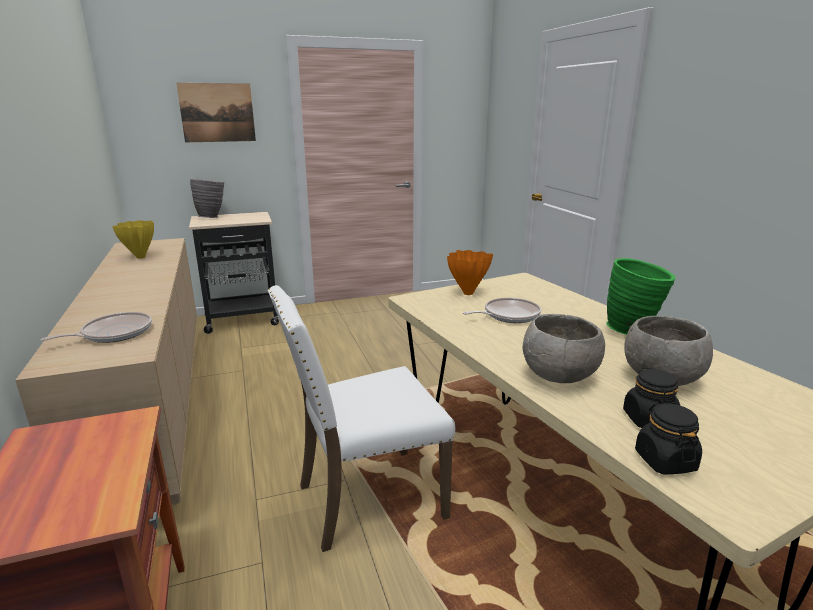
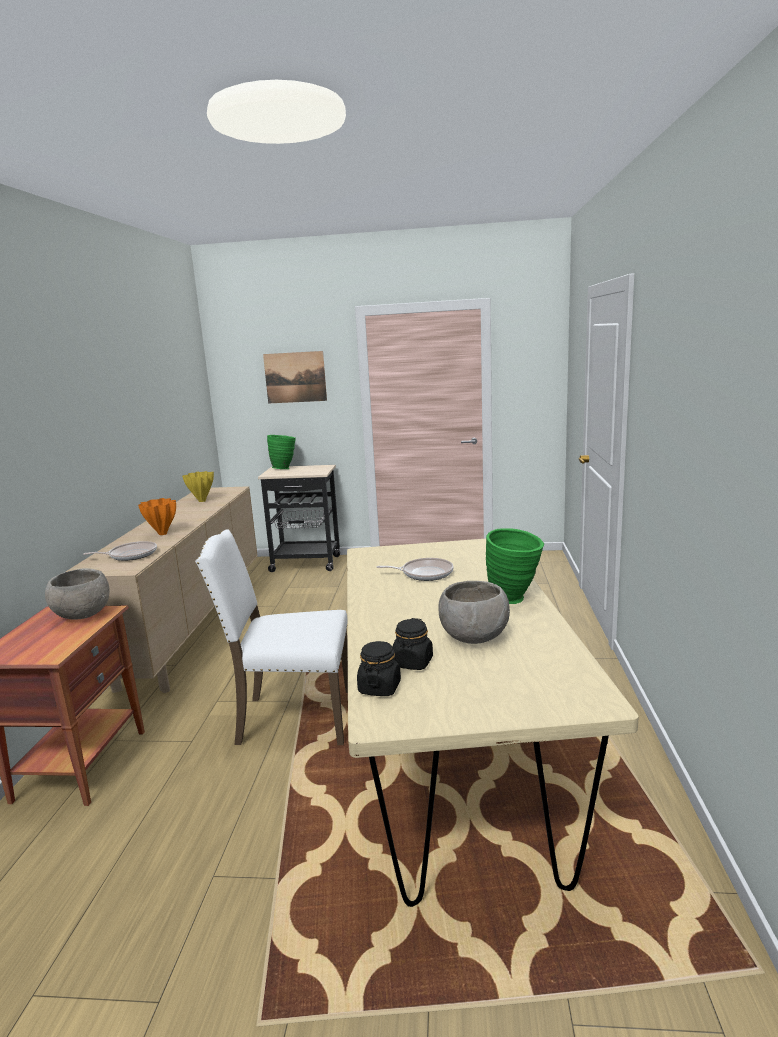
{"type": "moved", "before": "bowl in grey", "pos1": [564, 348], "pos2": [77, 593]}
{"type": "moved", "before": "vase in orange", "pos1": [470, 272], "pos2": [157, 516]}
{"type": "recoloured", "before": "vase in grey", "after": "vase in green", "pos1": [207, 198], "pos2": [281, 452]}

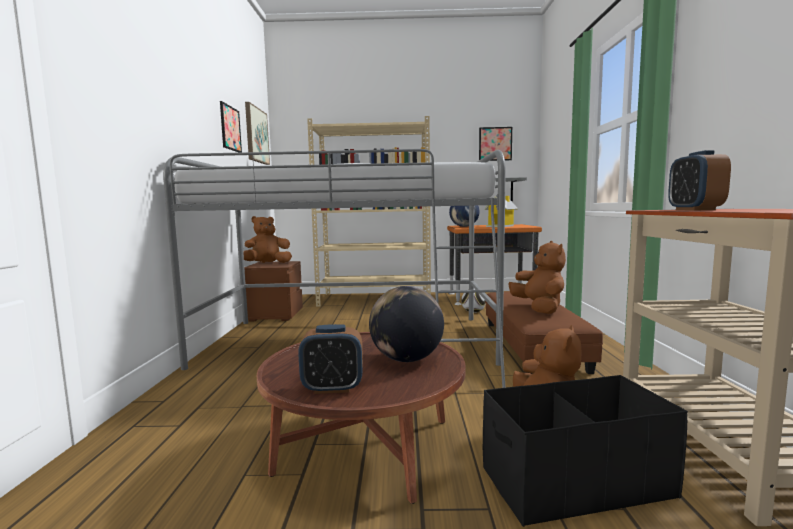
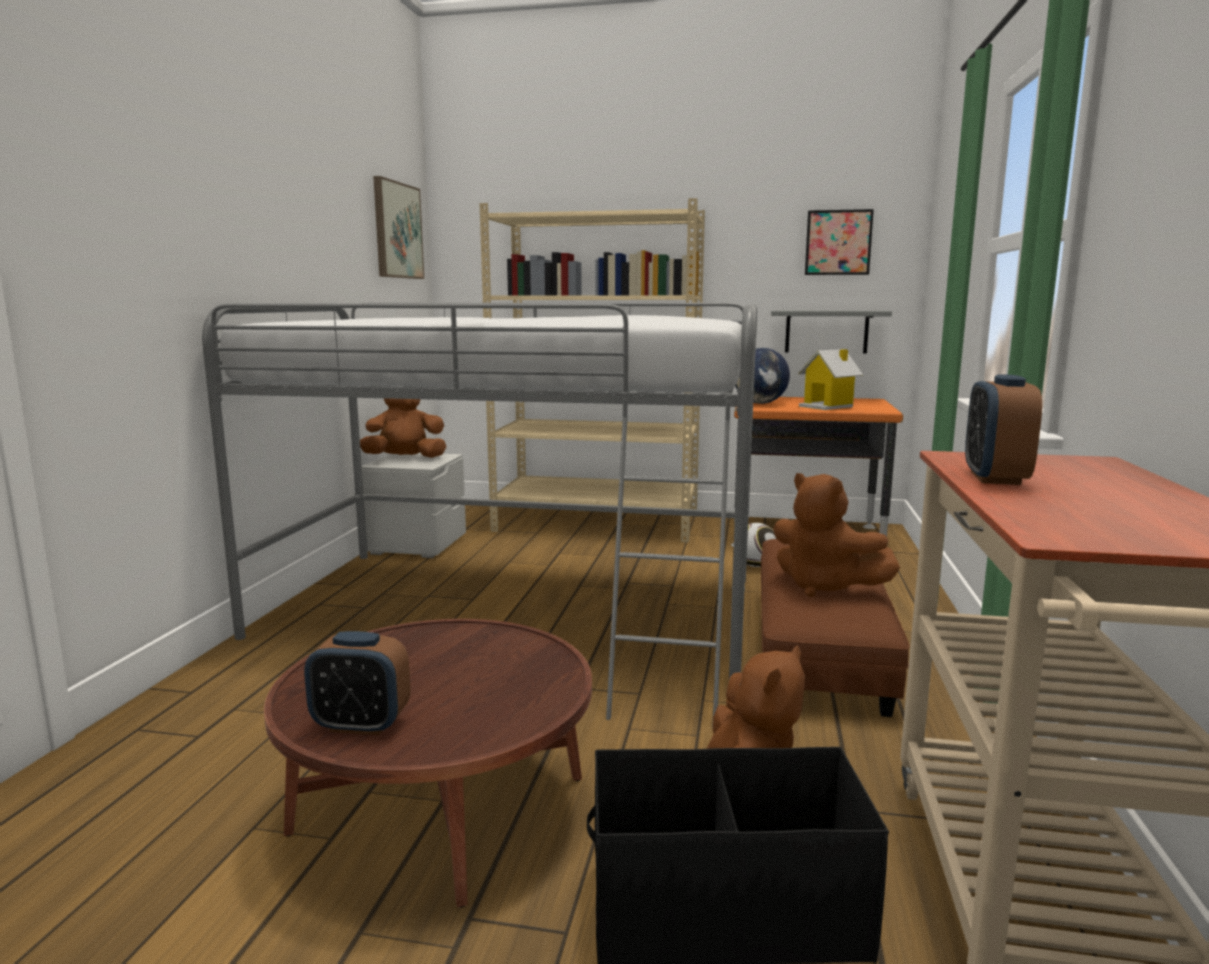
{"type": "recoloured", "before": "nightstand in brown", "after": "nightstand in white", "pos1": [273, 291], "pos2": [414, 505]}
{"type": "turned", "before": "plush toy in brown", "pos1": [537, 277], "pos2": [836, 535], "turn": 135}
{"type": "removed", "before": "picture", "pos1": [231, 127]}
{"type": "removed", "before": "globe", "pos1": [406, 324]}

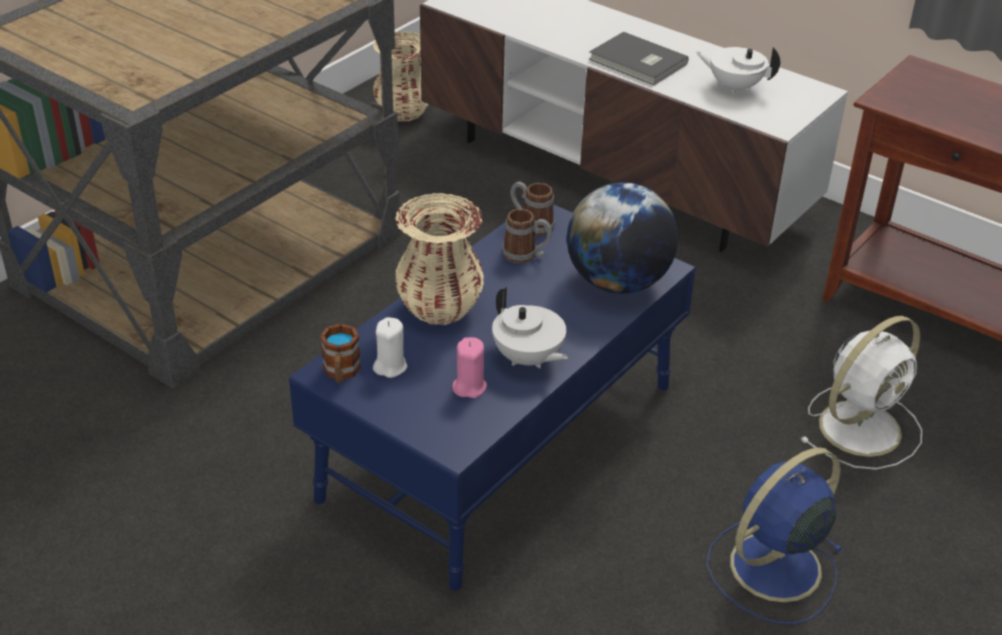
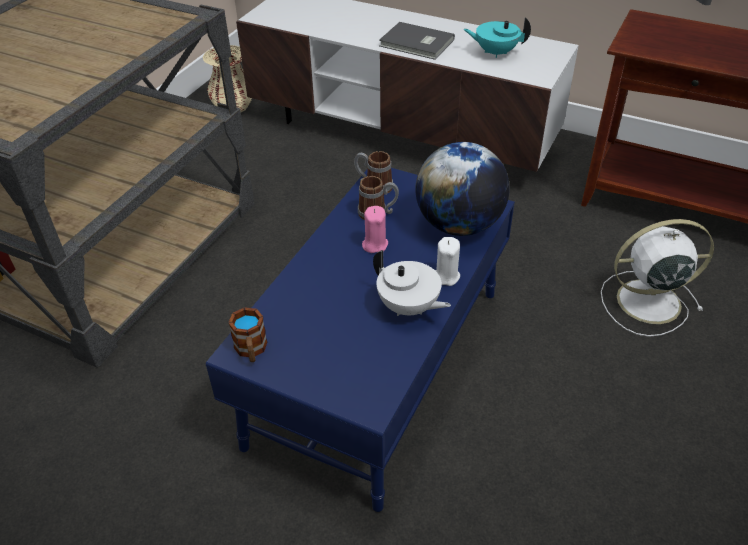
{"type": "moved", "before": "candle in pink", "pos1": [469, 367], "pos2": [375, 229]}
{"type": "moved", "before": "candle in white", "pos1": [390, 347], "pos2": [447, 261]}
{"type": "recoloured", "before": "teapot in white", "after": "teapot in turquoise", "pos1": [737, 70], "pos2": [497, 37]}
{"type": "turned", "before": "fan in white", "pos1": [861, 393], "pos2": [657, 278], "turn": -135}
{"type": "removed", "before": "vase in beige", "pos1": [439, 259]}
{"type": "removed", "before": "fan in blue", "pos1": [774, 535]}

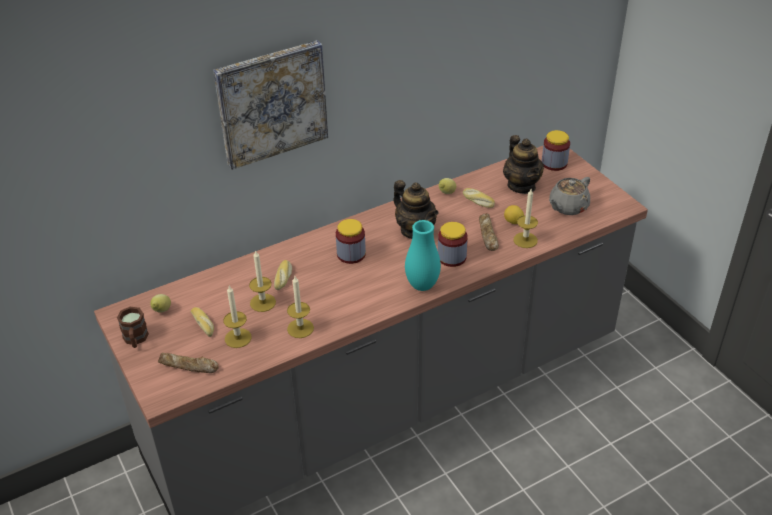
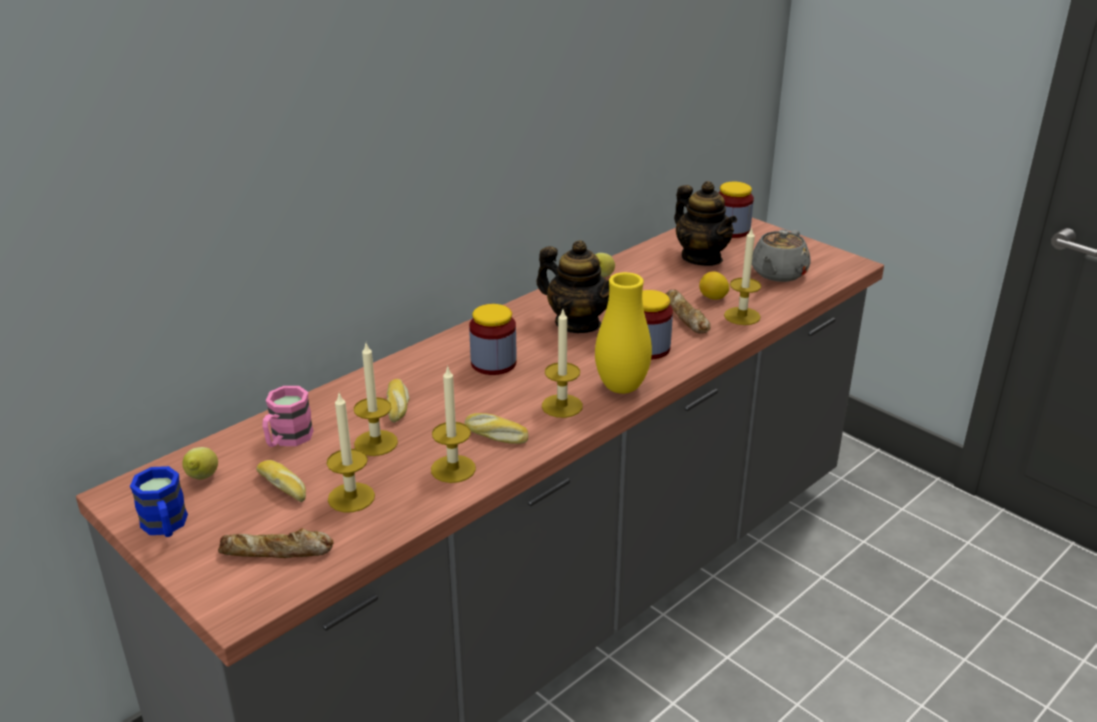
{"type": "recoloured", "before": "mug in brown", "after": "mug in blue", "pos1": [133, 327], "pos2": [159, 501]}
{"type": "added", "after": "mug in pink", "pos2": [288, 416]}
{"type": "moved", "before": "bread", "pos1": [479, 198], "pos2": [496, 428]}
{"type": "added", "after": "candle", "pos2": [562, 364]}
{"type": "recoloured", "before": "vase in turquoise", "after": "vase in yellow", "pos1": [423, 255], "pos2": [623, 333]}
{"type": "removed", "before": "picture", "pos1": [270, 105]}

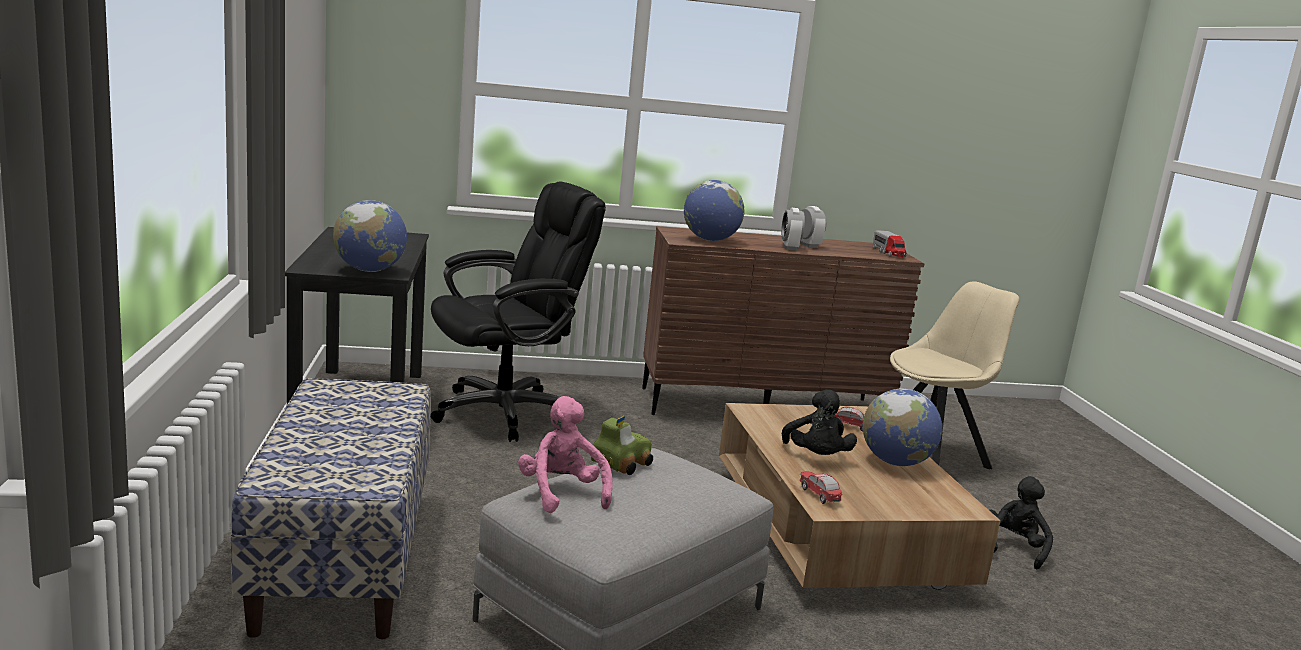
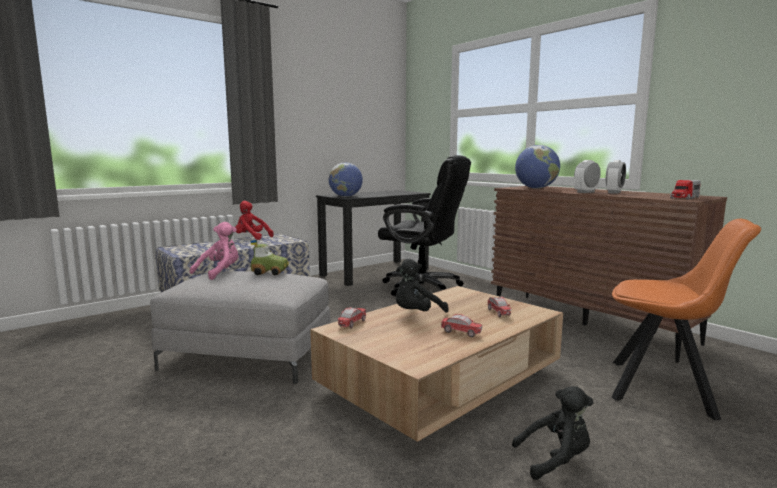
{"type": "added", "after": "plush toy in red", "pos2": [254, 220]}
{"type": "replaced", "before": "globe", "after": "toy car", "pos1": [902, 427], "pos2": [461, 325]}
{"type": "recoloured", "before": "chair in beige", "after": "chair in orange", "pos1": [954, 375], "pos2": [686, 319]}

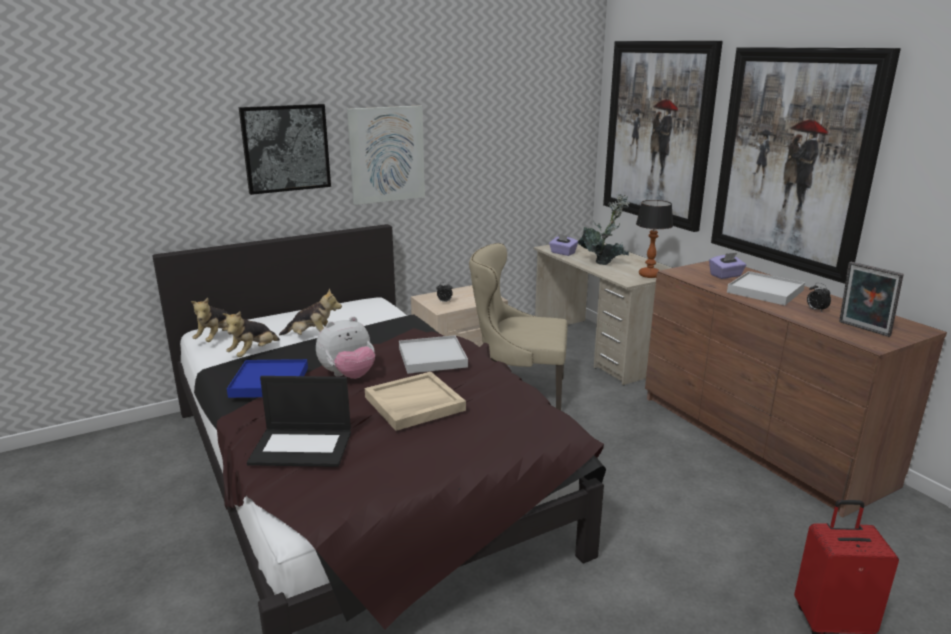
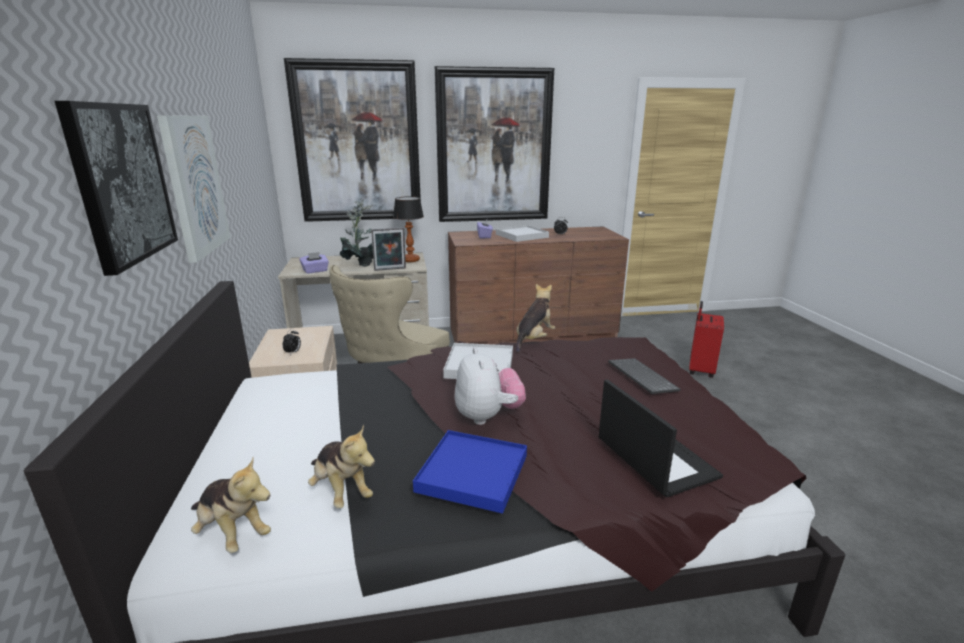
{"type": "moved", "before": "picture frame", "pos1": [871, 299], "pos2": [388, 249]}
{"type": "moved", "before": "plush toy", "pos1": [310, 311], "pos2": [535, 318]}
{"type": "turned", "before": "laptop", "pos1": [299, 421], "pos2": [661, 438], "turn": -45}
{"type": "added", "after": "keyboard", "pos2": [644, 376]}
{"type": "removed", "before": "tray in beige", "pos1": [415, 401]}

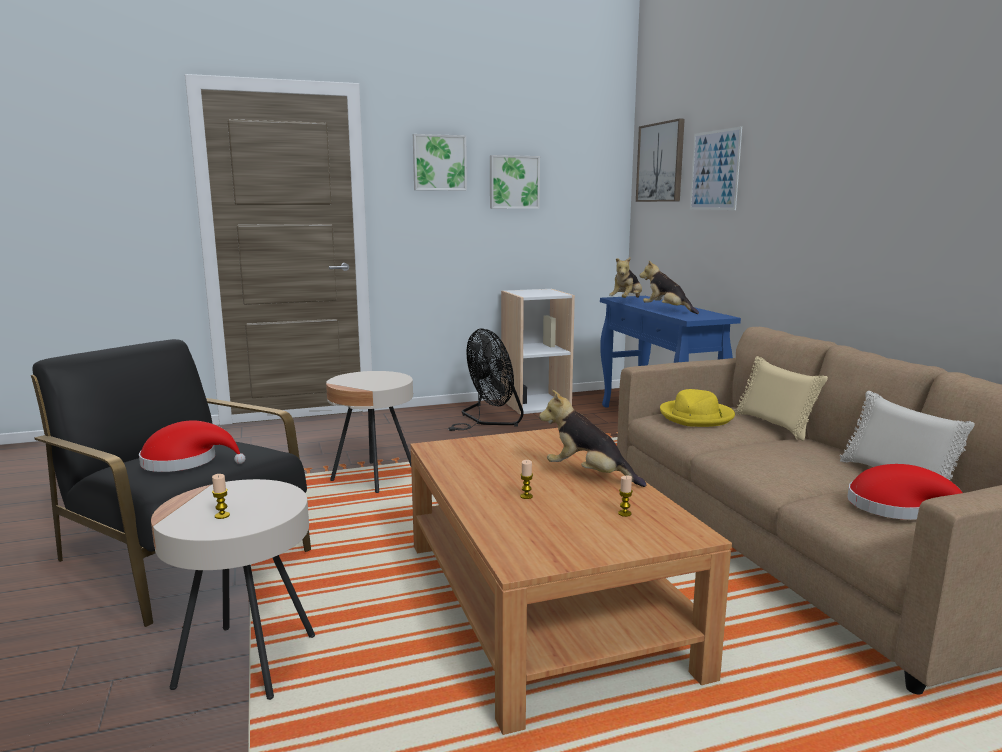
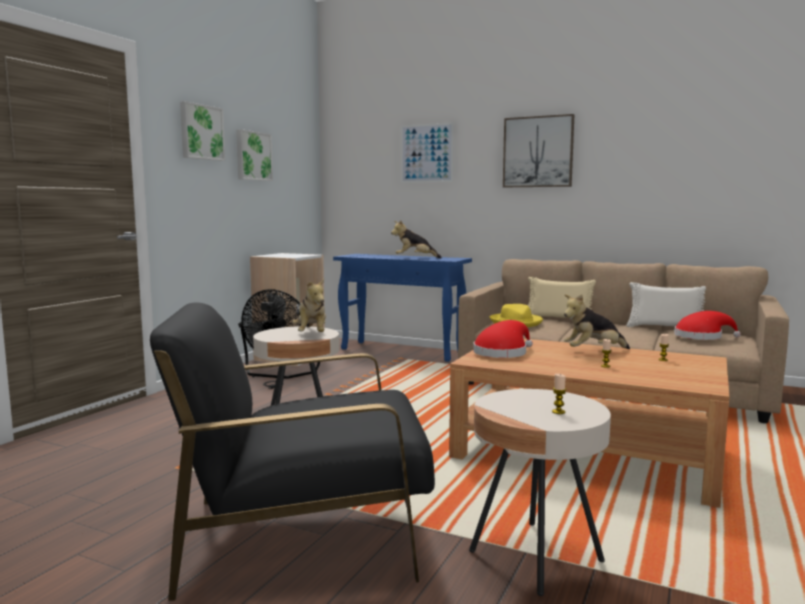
{"type": "moved", "before": "plush toy", "pos1": [625, 277], "pos2": [309, 305]}
{"type": "moved", "before": "hat in red", "pos1": [192, 446], "pos2": [503, 339]}
{"type": "moved", "before": "picture", "pos1": [660, 160], "pos2": [538, 150]}

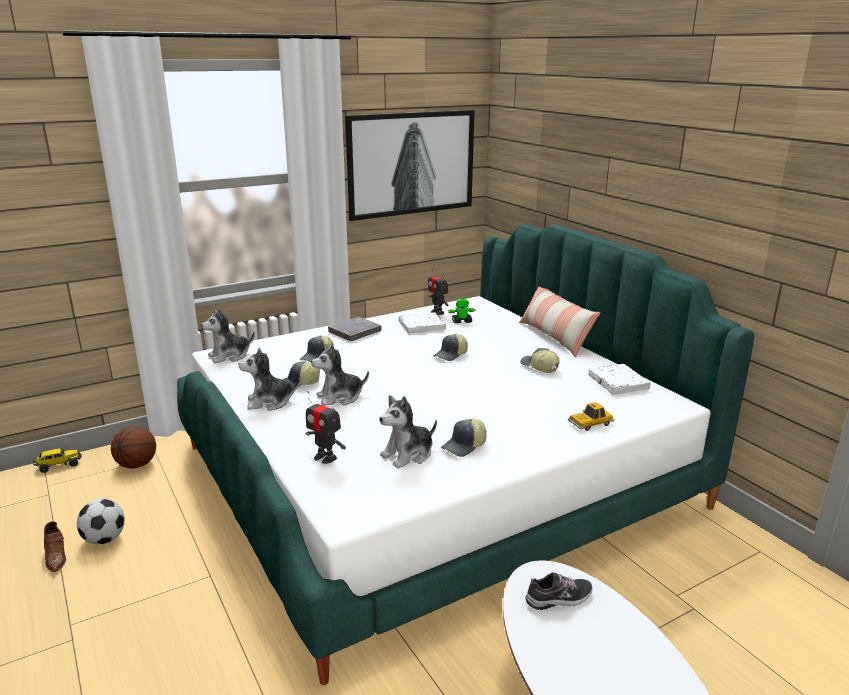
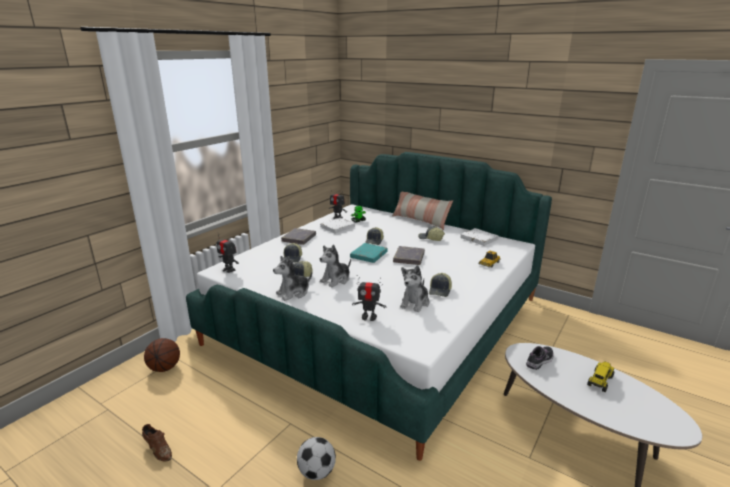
{"type": "replaced", "before": "plush toy", "after": "toy robot", "pos1": [228, 336], "pos2": [227, 252]}
{"type": "moved", "before": "football", "pos1": [101, 521], "pos2": [316, 458]}
{"type": "added", "after": "book in turquoise", "pos2": [368, 253]}
{"type": "added", "after": "book in grey", "pos2": [409, 255]}
{"type": "moved", "before": "toy truck", "pos1": [57, 460], "pos2": [600, 377]}
{"type": "removed", "before": "picture", "pos1": [410, 165]}

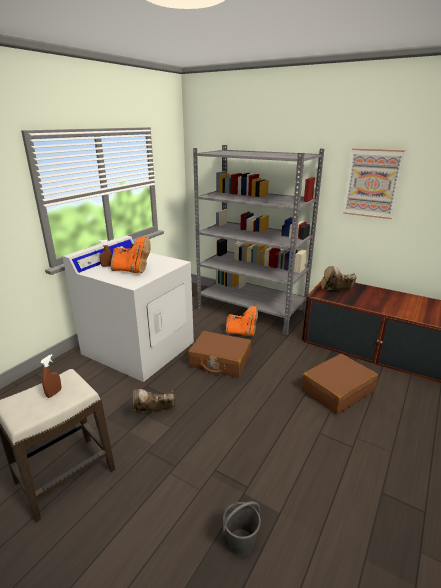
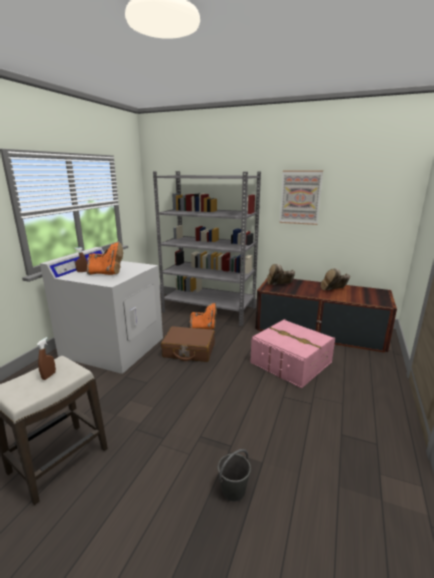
{"type": "replaced", "before": "suitcase in brown", "after": "storage box in pink", "pos1": [339, 384], "pos2": [292, 353]}
{"type": "moved", "before": "boot in brown", "pos1": [154, 401], "pos2": [335, 279]}

